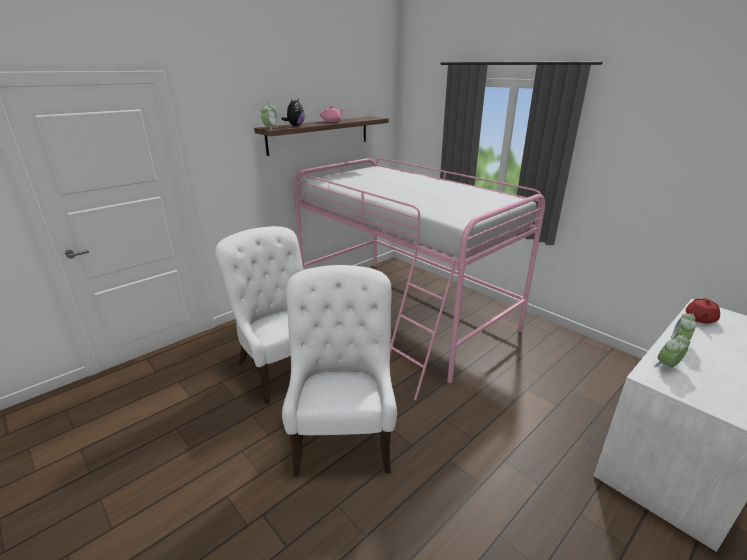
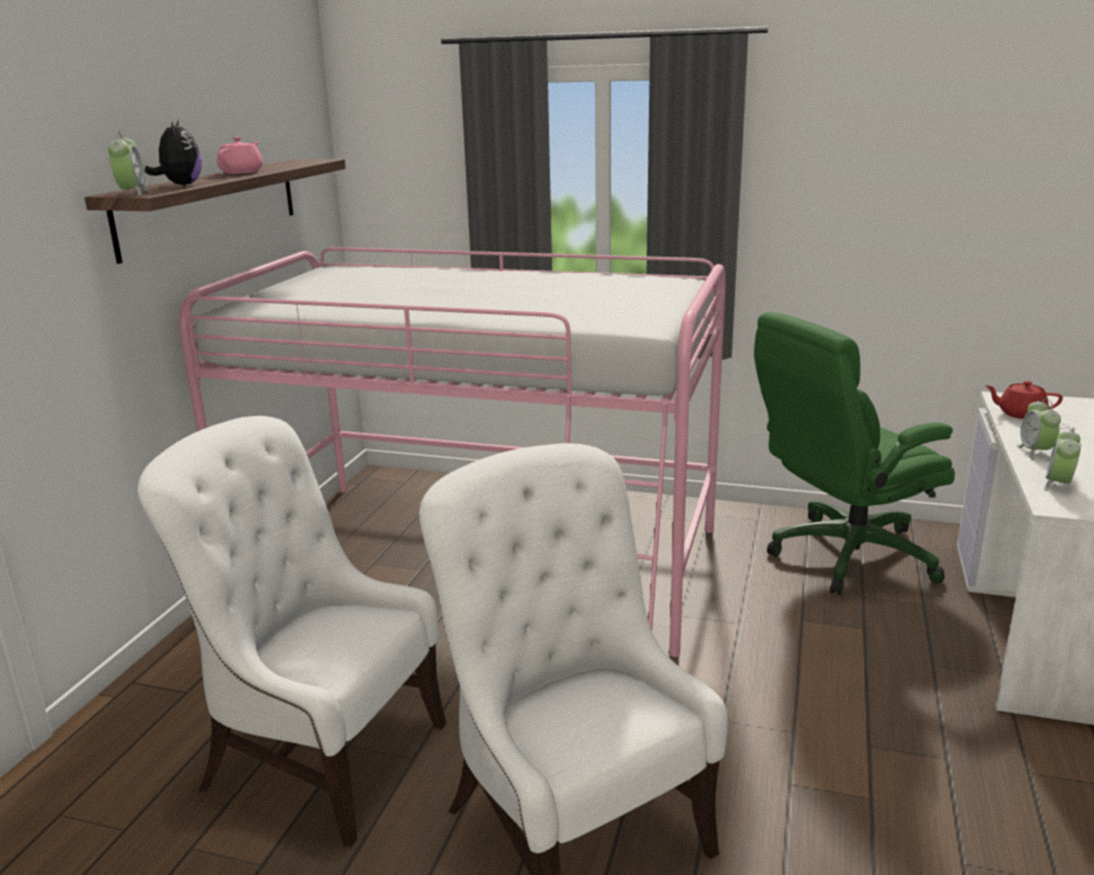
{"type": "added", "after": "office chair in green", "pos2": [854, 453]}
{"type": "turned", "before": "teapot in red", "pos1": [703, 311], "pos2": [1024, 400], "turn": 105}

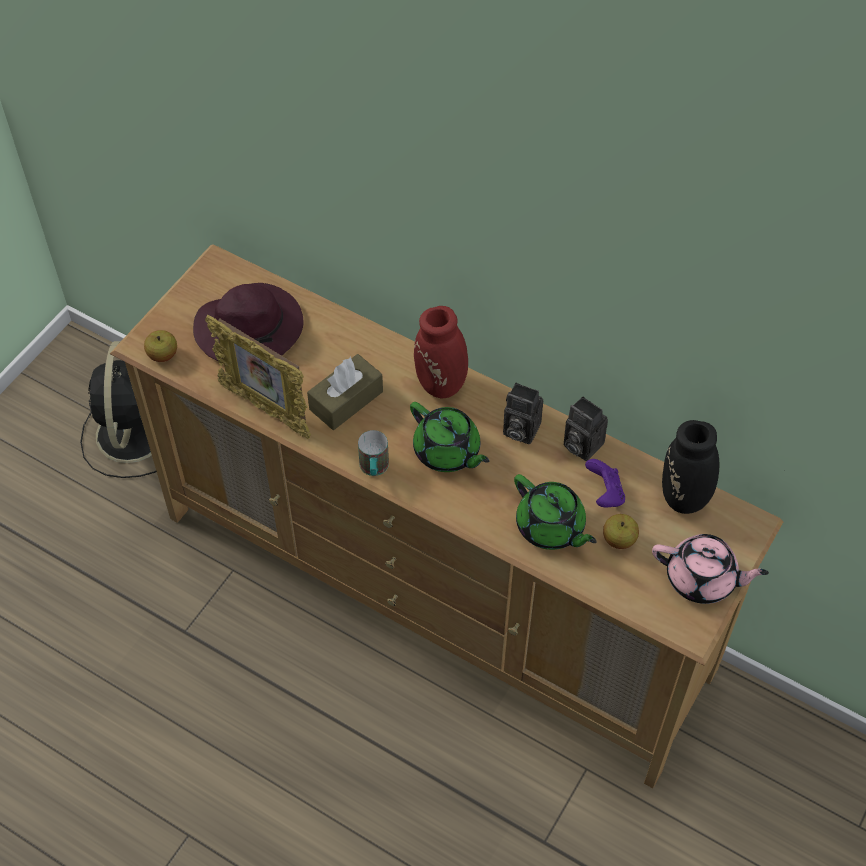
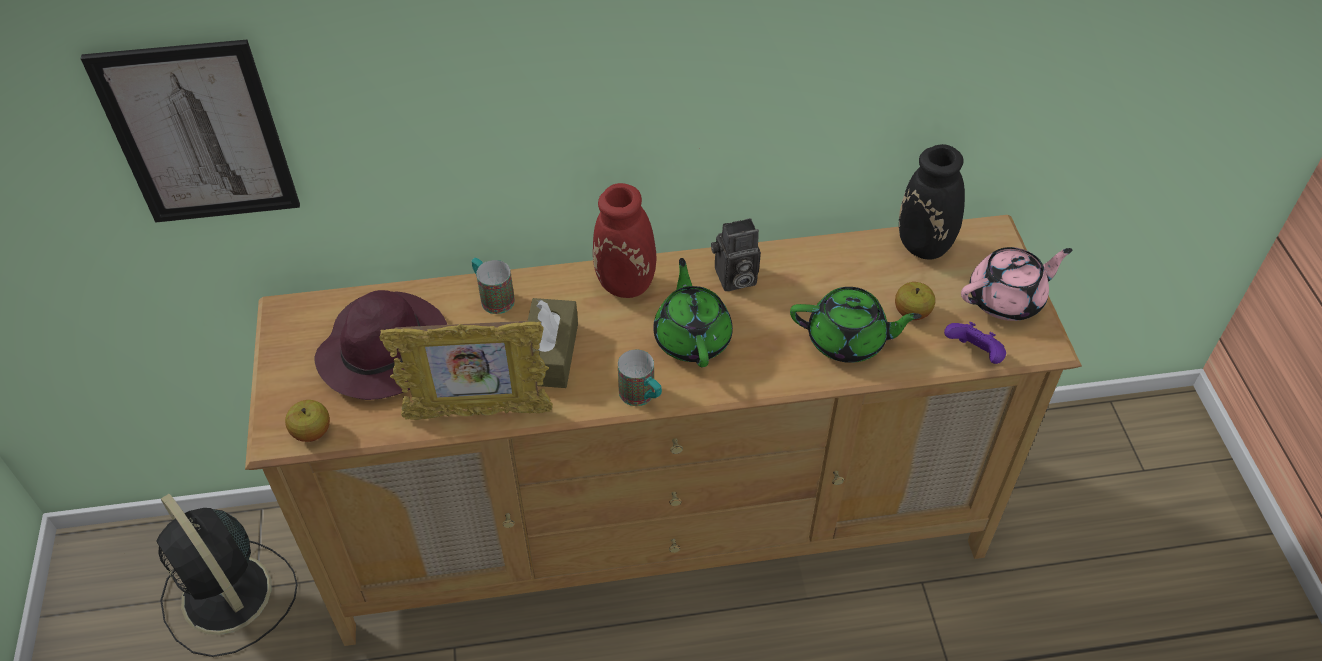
{"type": "added", "after": "picture", "pos2": [190, 131]}
{"type": "added", "after": "mug", "pos2": [493, 286]}
{"type": "turned", "before": "teapot in green", "pos1": [449, 437], "pos2": [693, 312], "turn": -105}
{"type": "moved", "before": "game controller in purple", "pos1": [605, 483], "pos2": [975, 343]}
{"type": "removed", "before": "photo camera", "pos1": [586, 428]}

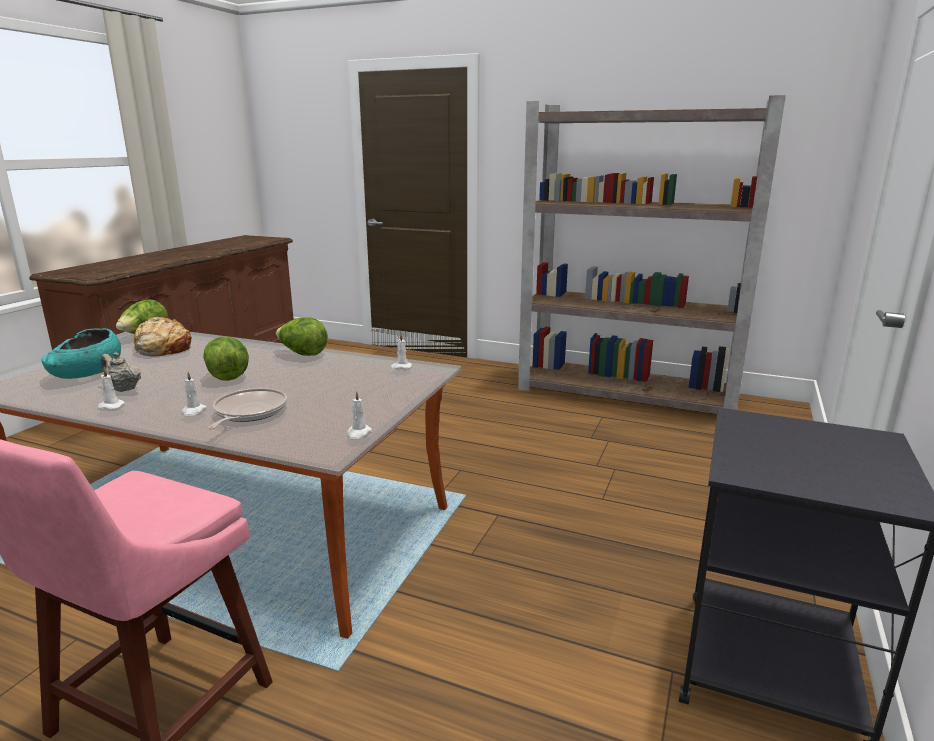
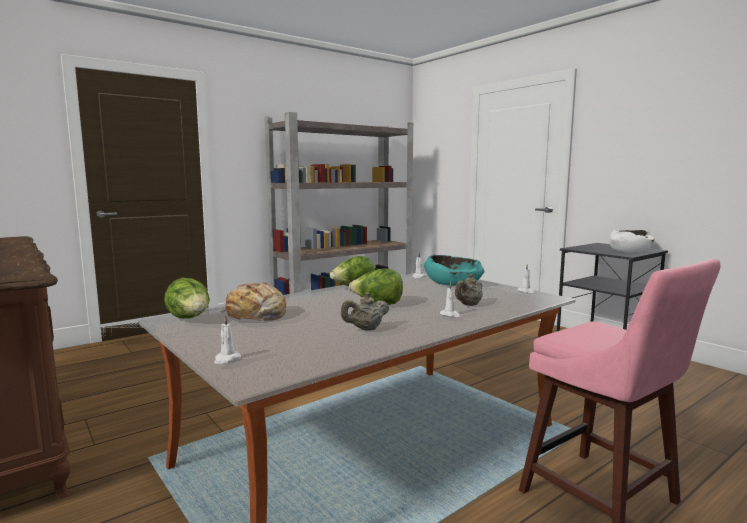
{"type": "moved", "before": "candle in white", "pos1": [111, 388], "pos2": [227, 339]}
{"type": "moved", "before": "bowl in turquoise", "pos1": [81, 353], "pos2": [454, 270]}
{"type": "replaced", "before": "frying pan", "after": "teapot in beige", "pos1": [247, 408], "pos2": [469, 290]}
{"type": "added", "after": "bowl in white", "pos2": [632, 241]}

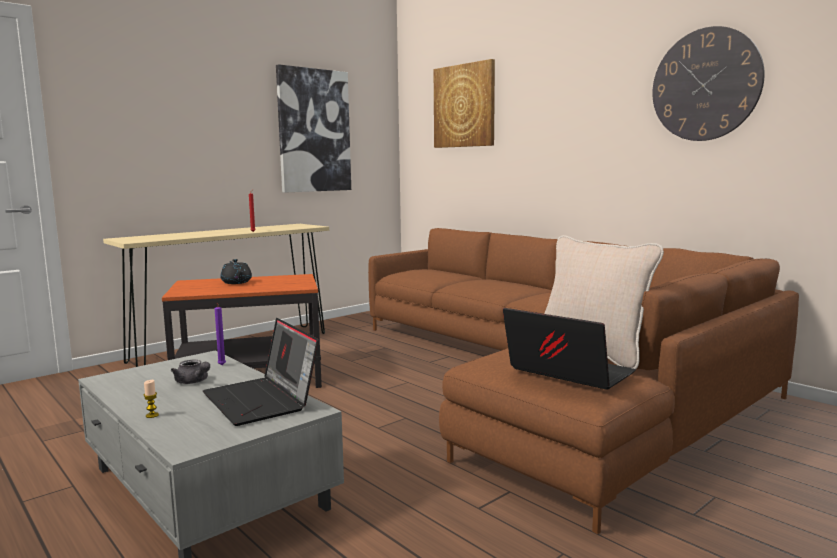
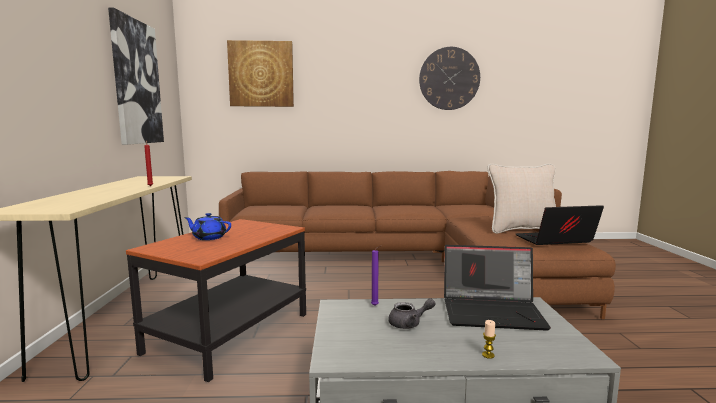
{"type": "recoloured", "before": "teapot in black", "after": "teapot in blue", "pos1": [236, 271], "pos2": [207, 226]}

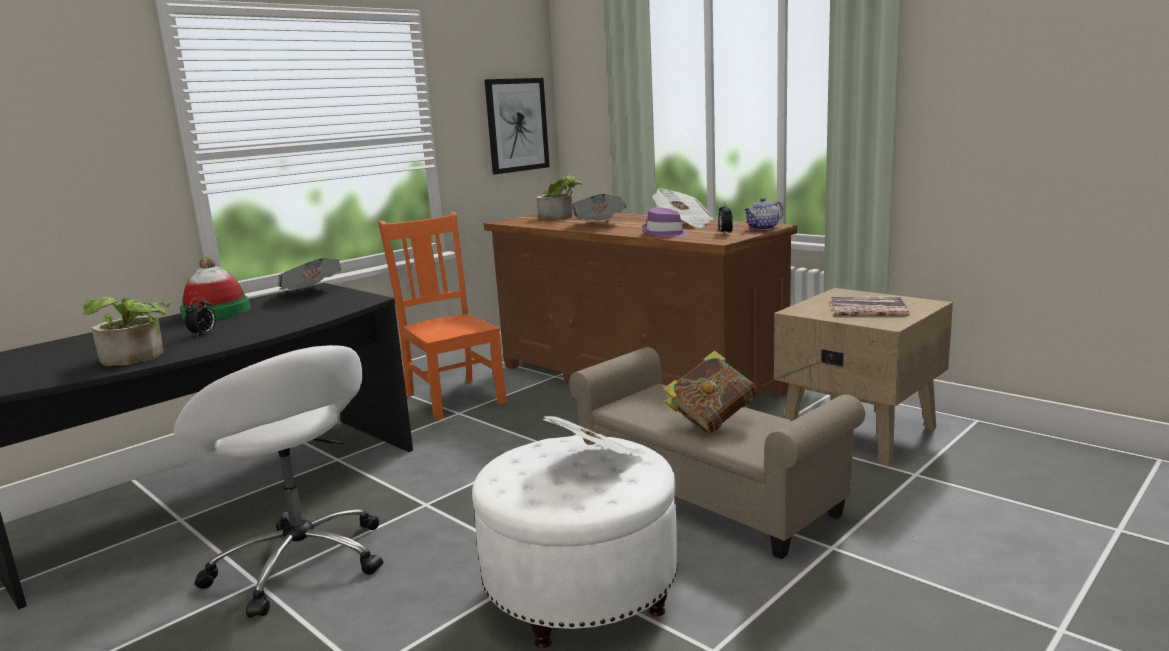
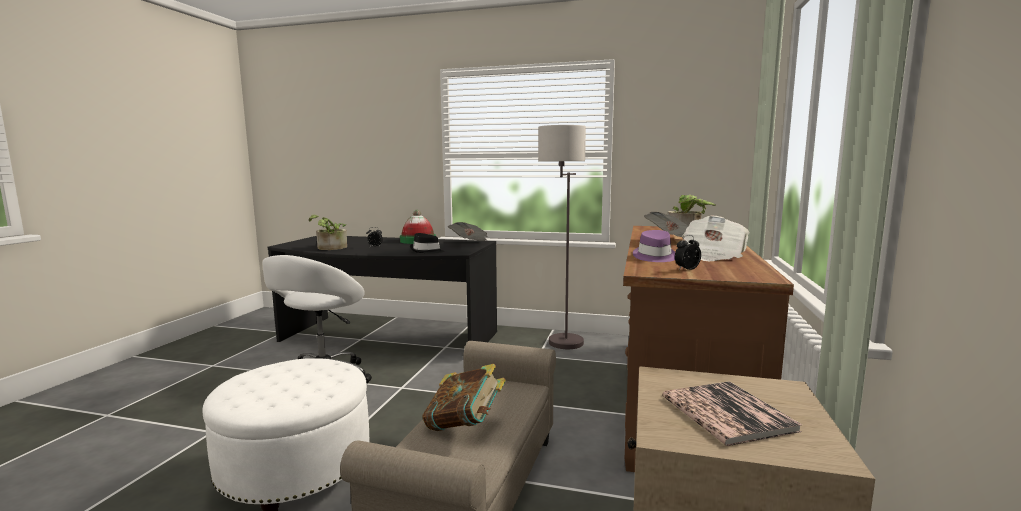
{"type": "added", "after": "hat in black", "pos2": [427, 243]}
{"type": "replaced", "before": "chair in orange", "after": "floor lamp in grey", "pos1": [442, 316], "pos2": [562, 237]}
{"type": "removed", "before": "picture", "pos1": [517, 126]}
{"type": "removed", "before": "newspaper", "pos1": [594, 436]}
{"type": "removed", "before": "teapot", "pos1": [763, 214]}

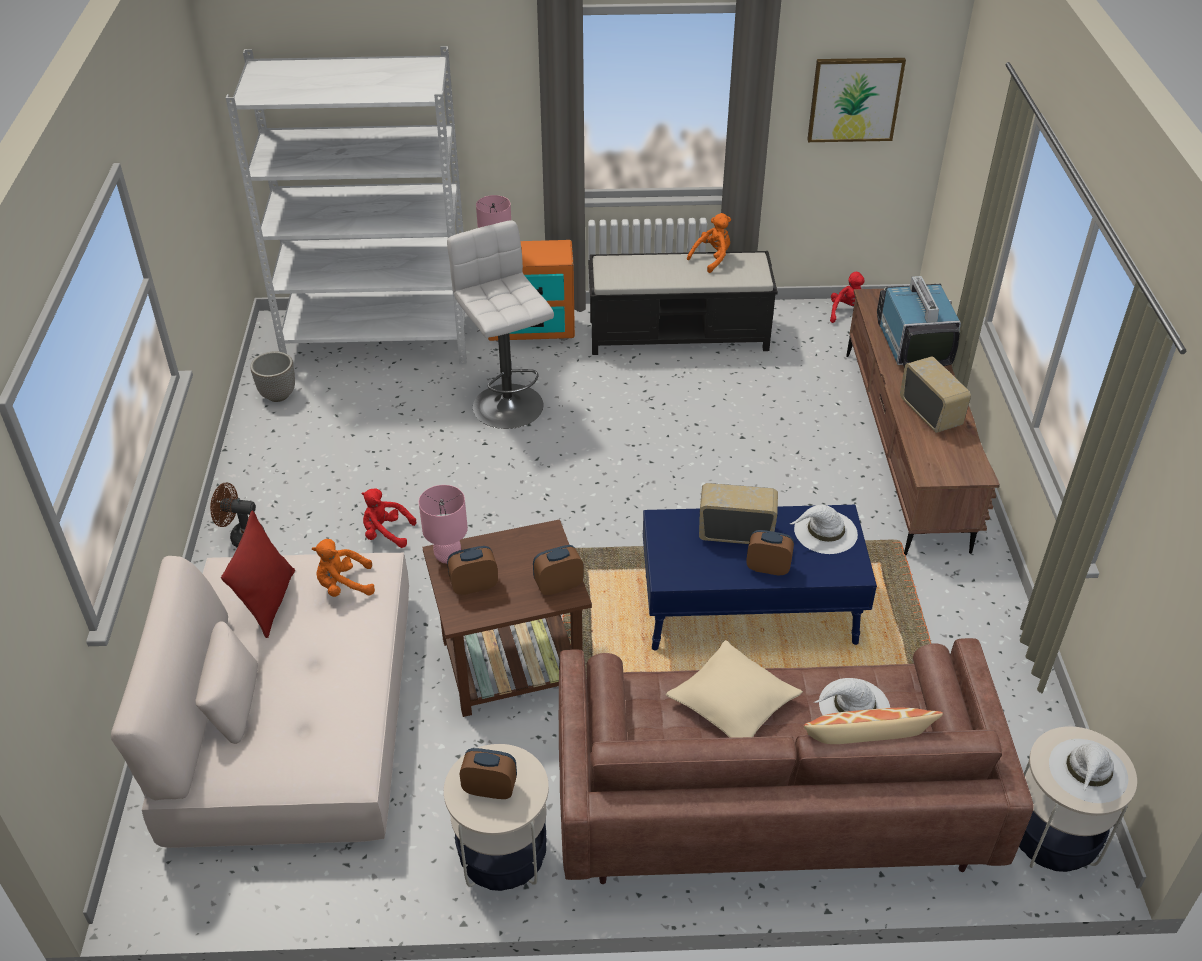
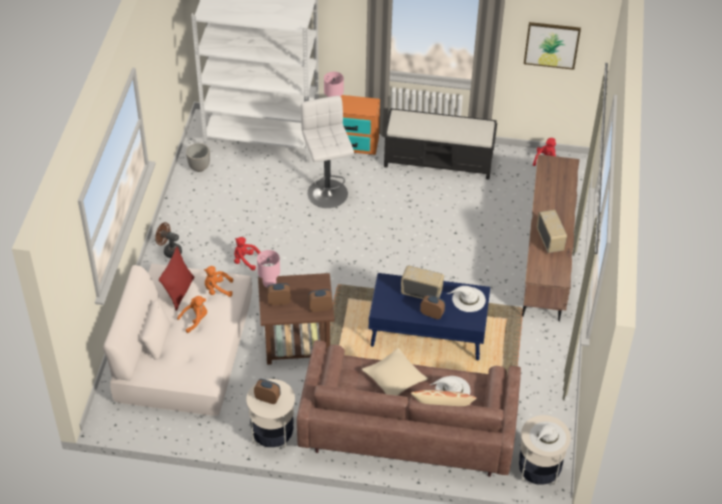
{"type": "moved", "before": "plush toy in orange", "pos1": [709, 243], "pos2": [192, 314]}
{"type": "removed", "before": "television", "pos1": [919, 321]}

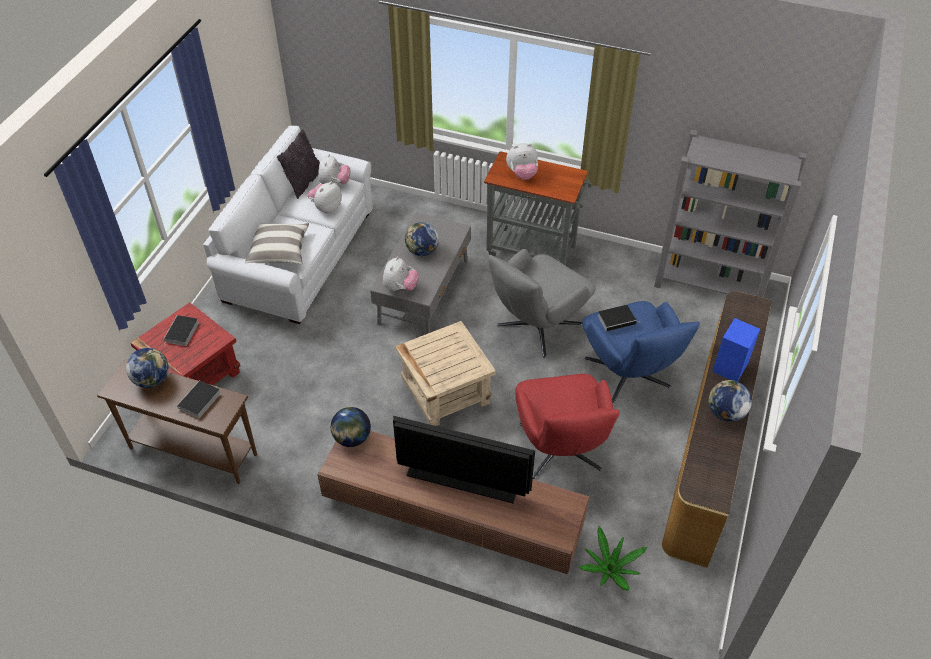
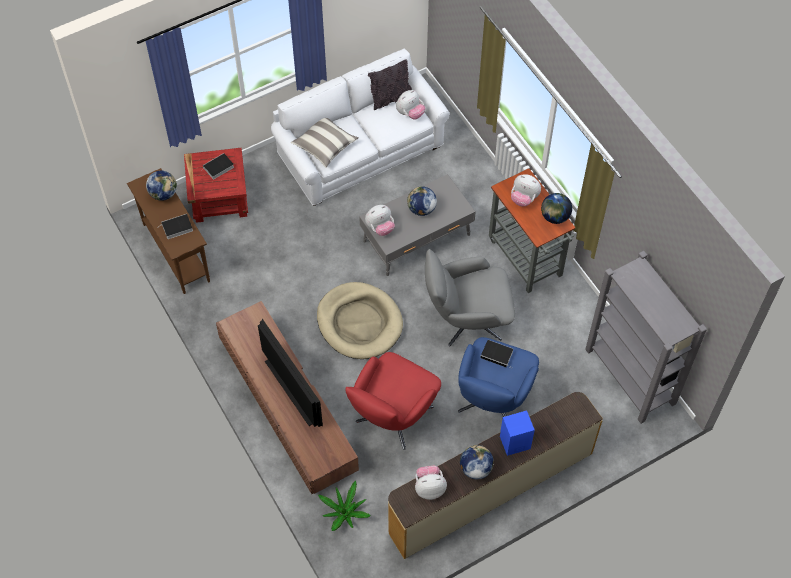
{"type": "replaced", "before": "side table in beige", "after": "dog bed in beige", "pos1": [445, 373], "pos2": [360, 320]}
{"type": "moved", "before": "plush toy", "pos1": [324, 197], "pos2": [431, 482]}
{"type": "moved", "before": "globe", "pos1": [351, 427], "pos2": [556, 208]}

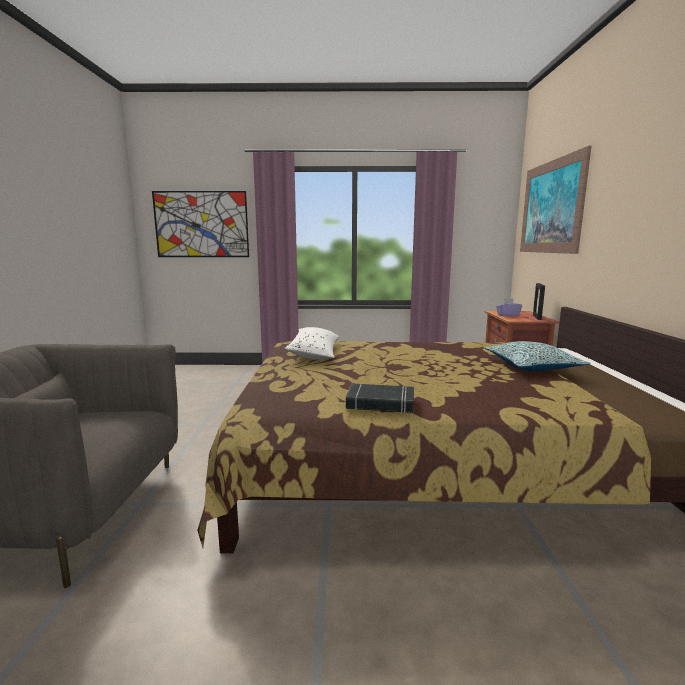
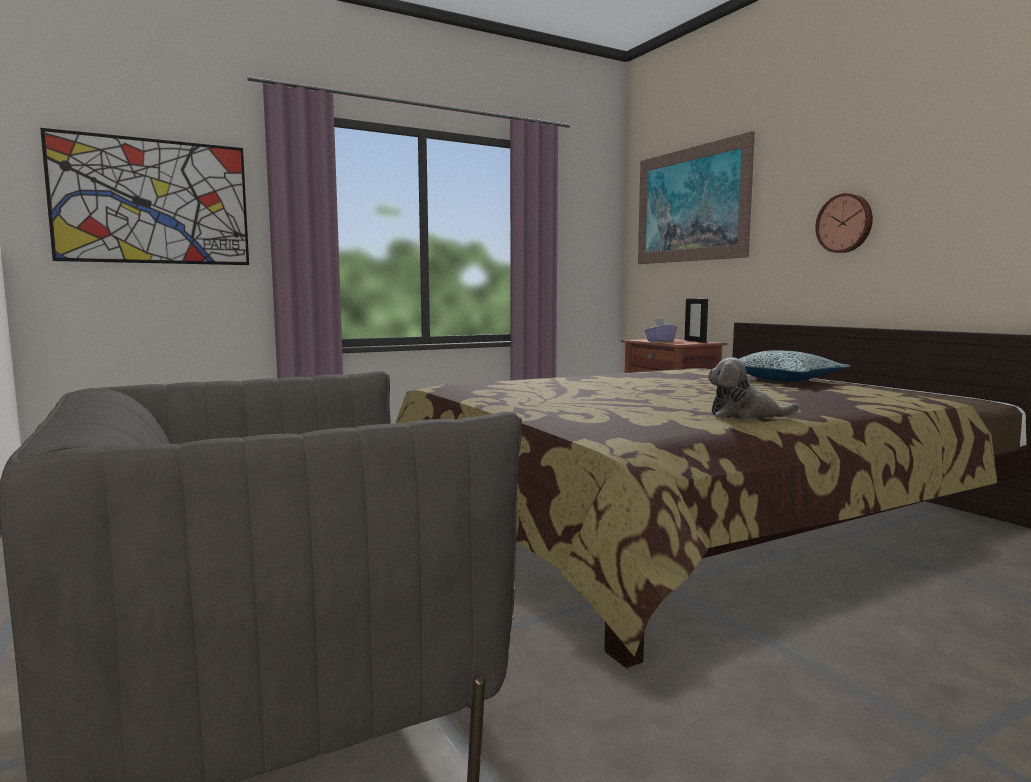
{"type": "replaced", "before": "book in black", "after": "plush toy", "pos1": [380, 398], "pos2": [754, 388]}
{"type": "added", "after": "wall clock", "pos2": [844, 223]}
{"type": "removed", "before": "pillow in white", "pos1": [311, 343]}

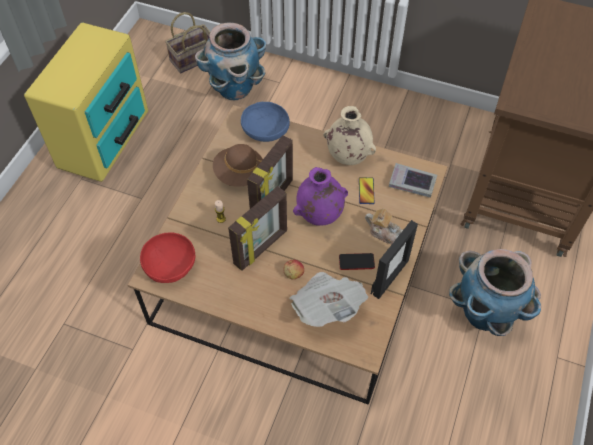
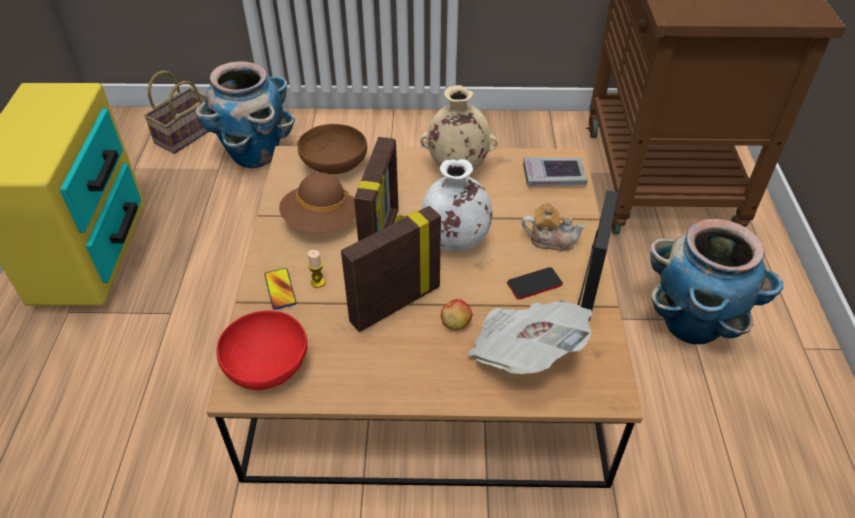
{"type": "moved", "before": "phone", "pos1": [366, 190], "pos2": [280, 289]}
{"type": "recoloured", "before": "bowl in blue", "after": "bowl in brown", "pos1": [265, 122], "pos2": [332, 149]}
{"type": "turned", "before": "picture frame", "pos1": [257, 228], "pos2": [391, 269], "turn": -150}
{"type": "recoloured", "before": "vase in purple", "after": "vase in white", "pos1": [320, 196], "pos2": [457, 205]}

